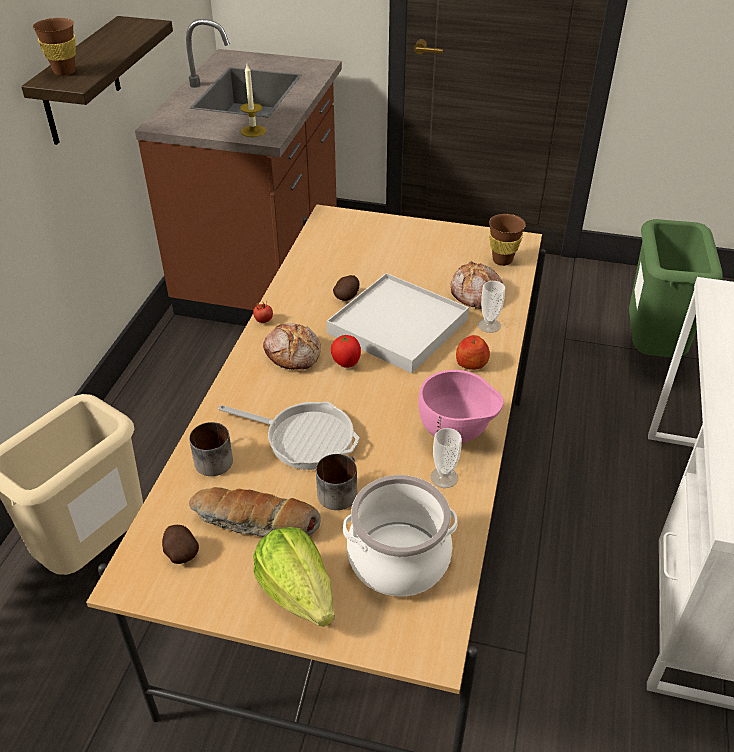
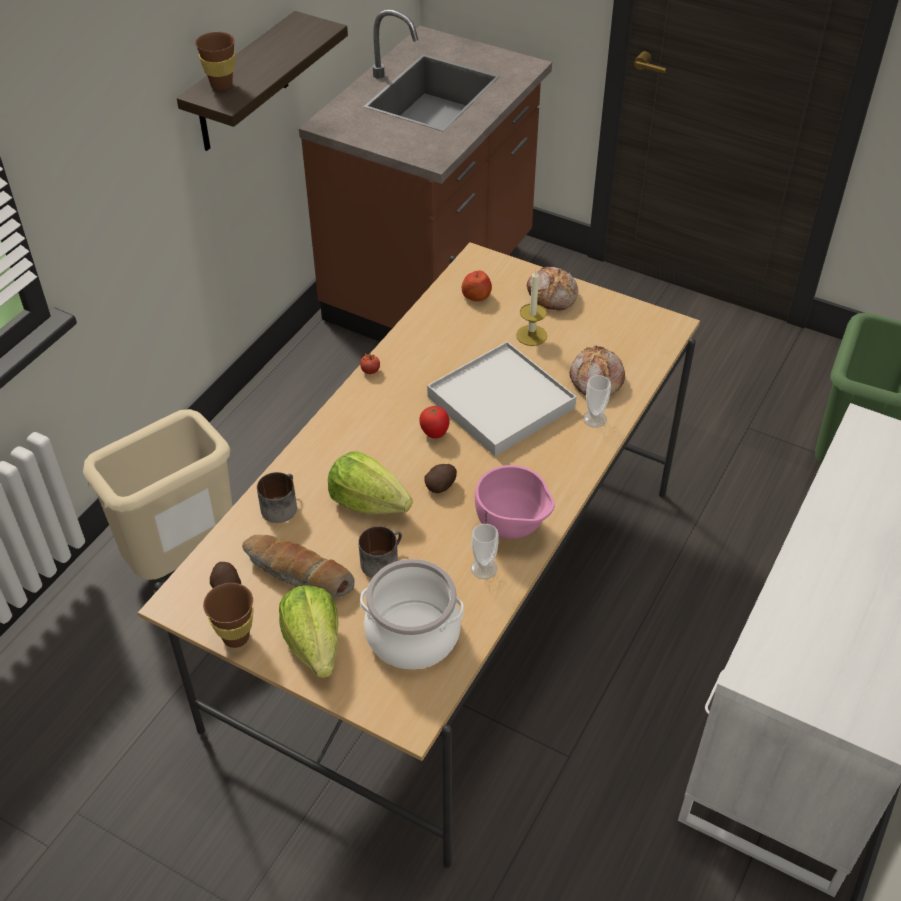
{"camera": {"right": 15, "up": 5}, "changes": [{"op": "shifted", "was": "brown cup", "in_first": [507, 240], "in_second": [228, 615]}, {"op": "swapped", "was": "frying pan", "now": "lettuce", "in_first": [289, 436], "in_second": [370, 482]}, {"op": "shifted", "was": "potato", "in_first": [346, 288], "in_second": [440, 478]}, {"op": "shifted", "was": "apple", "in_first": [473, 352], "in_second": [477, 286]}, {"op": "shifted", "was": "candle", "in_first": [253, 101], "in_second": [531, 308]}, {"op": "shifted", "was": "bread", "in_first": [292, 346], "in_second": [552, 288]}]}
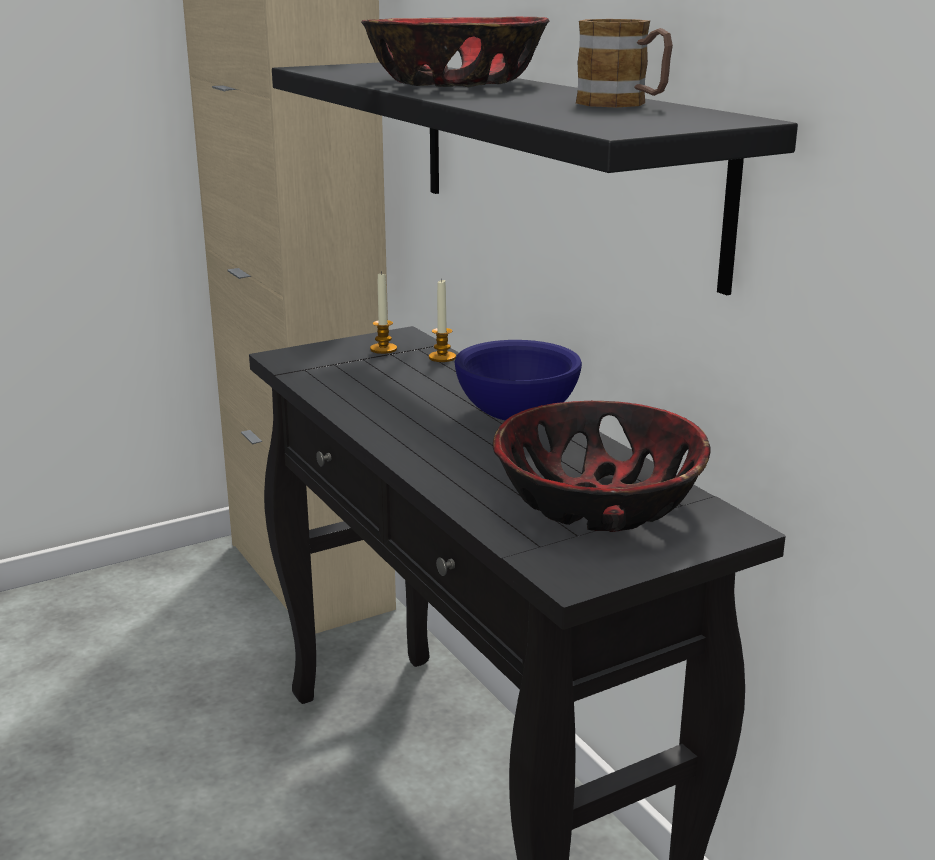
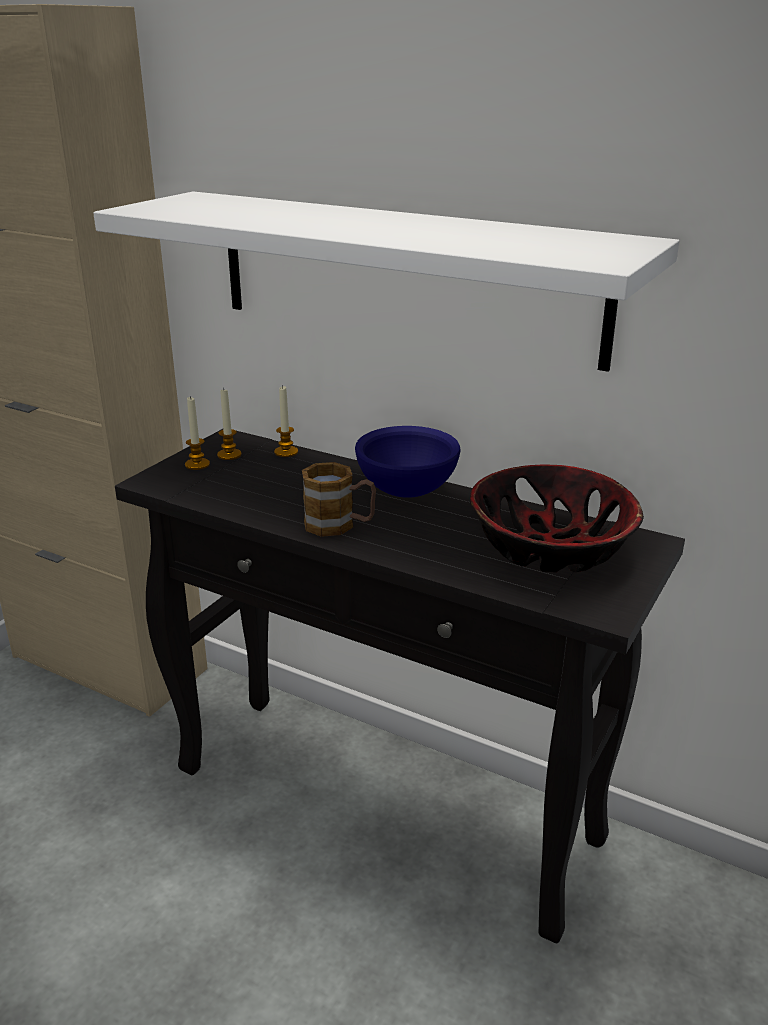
{"camera": {"right": -30, "up": 5}, "changes": [{"op": "repainted", "was": "black shelf", "now": "white shelf", "in_first": [535, 178], "in_second": [386, 281]}, {"op": "new", "now": "candle", "in_second": [197, 433]}, {"op": "shifted", "was": "mug", "in_first": [624, 63], "in_second": [339, 499]}, {"op": "gone", "was": "bowl", "in_first": [455, 52]}]}
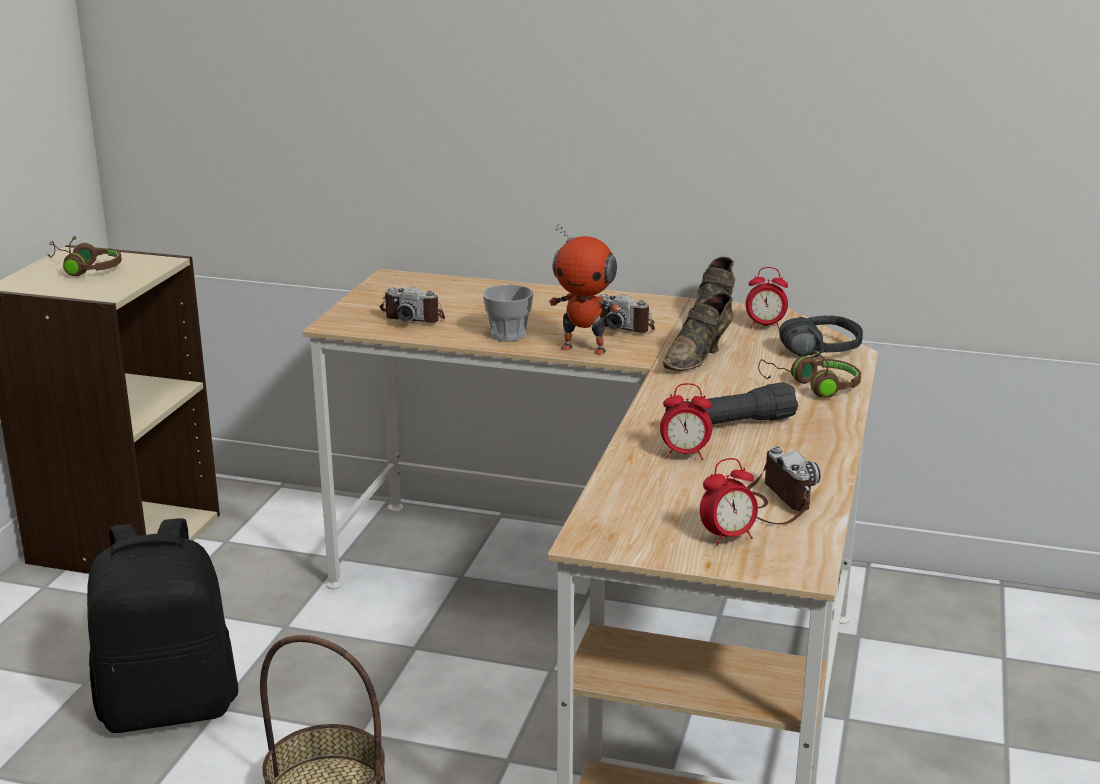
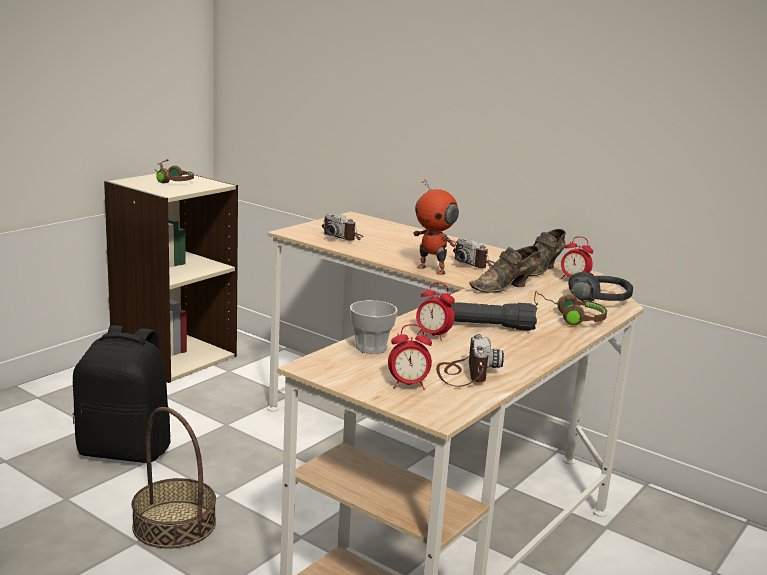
{"camera": {"right": 20, "up": -5}, "changes": [{"op": "shifted", "was": "cup", "in_first": [507, 312], "in_second": [374, 327]}]}
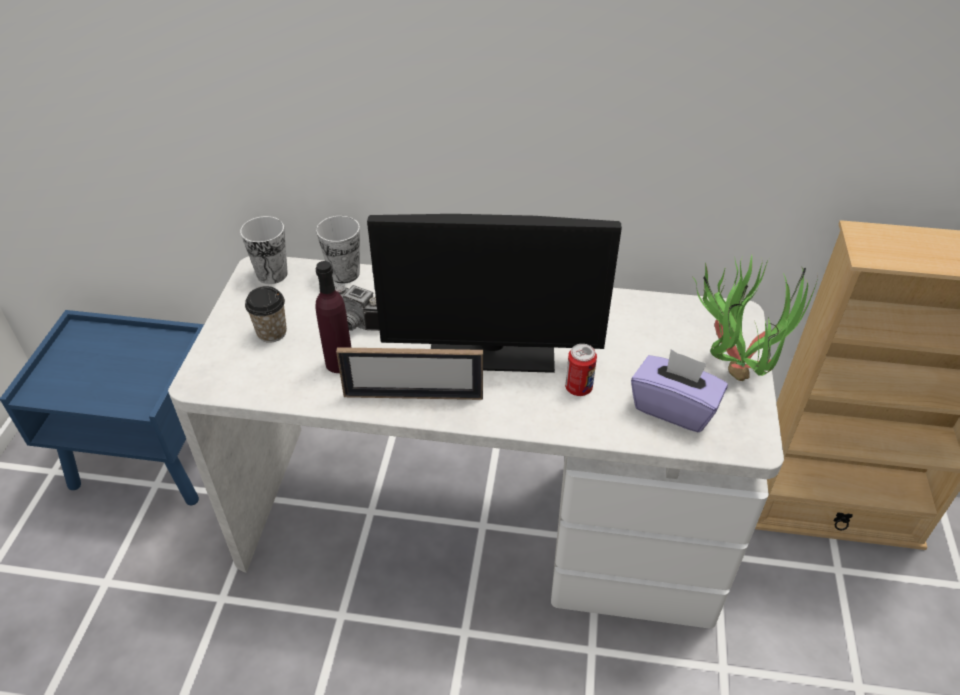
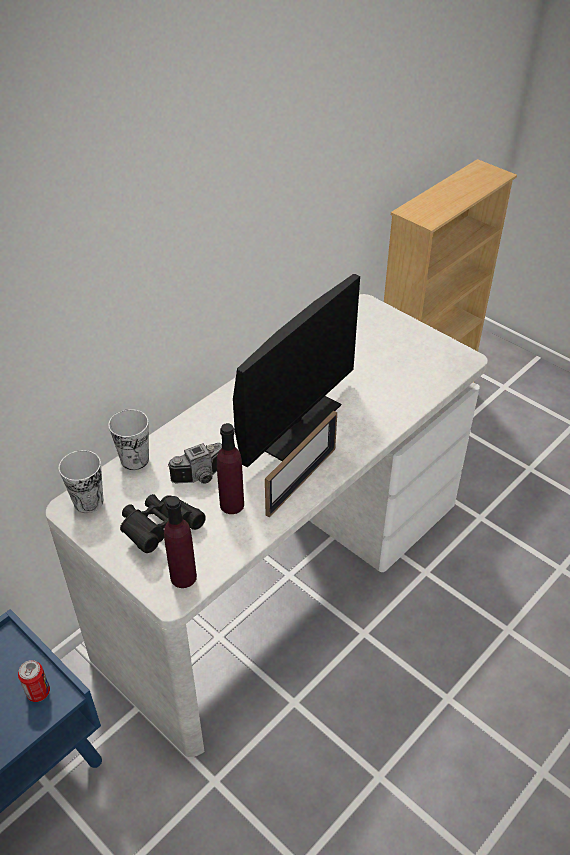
{"camera": {"right": -55, "up": 0}, "changes": [{"op": "shifted", "was": "can", "in_first": [581, 370], "in_second": [34, 681]}, {"op": "swapped", "was": "cup", "now": "black binoculars", "in_first": [266, 314], "in_second": [163, 523]}, {"op": "new", "now": "purple bottle", "in_second": [180, 542]}, {"op": "gone", "was": "purple tissue box", "in_first": [679, 390]}, {"op": "gone", "was": "potted plant", "in_first": [755, 318]}]}
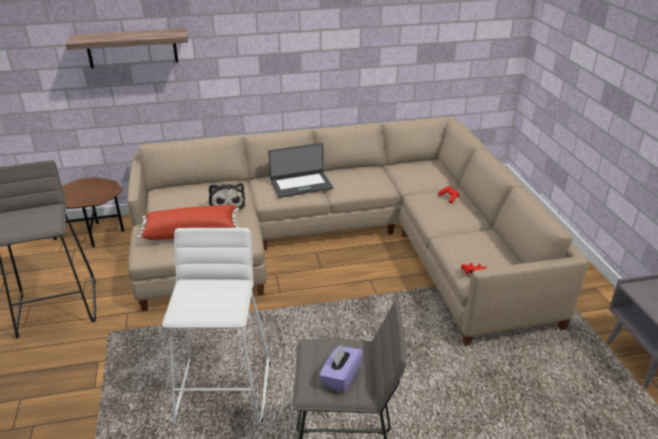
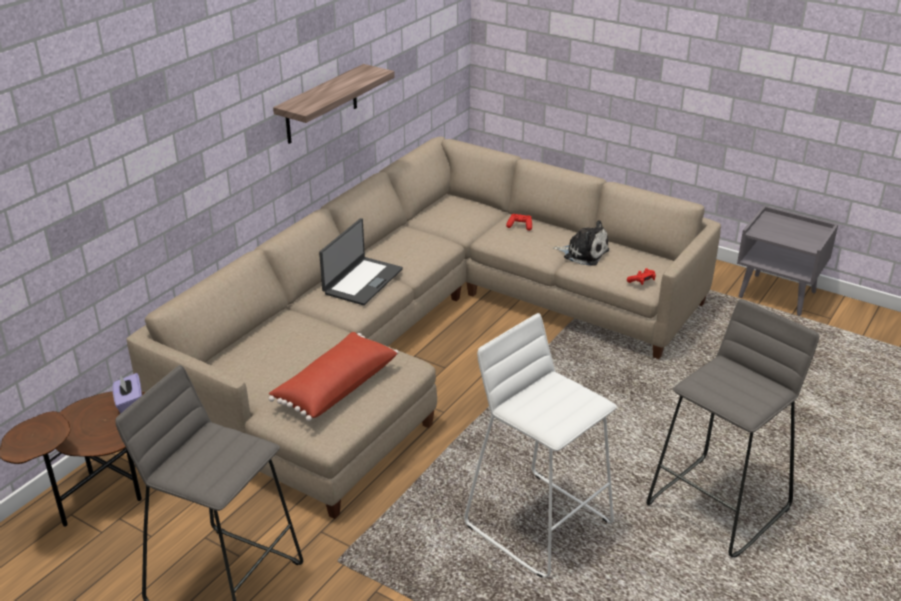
{"camera": {"right": -45, "up": 0}, "changes": [{"op": "shifted", "was": "purple tissue box", "in_first": [341, 369], "in_second": [127, 393]}, {"op": "shifted", "was": "shelf", "in_first": [127, 48], "in_second": [334, 104]}, {"op": "shifted", "was": "plush toy", "in_first": [227, 196], "in_second": [581, 243]}]}
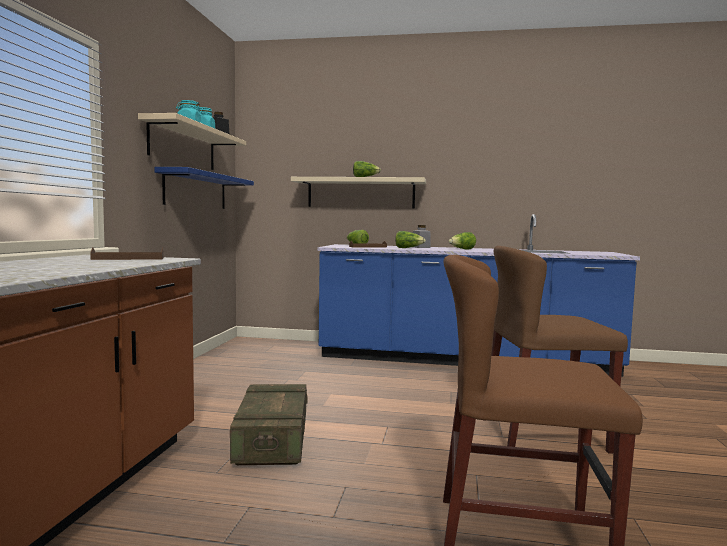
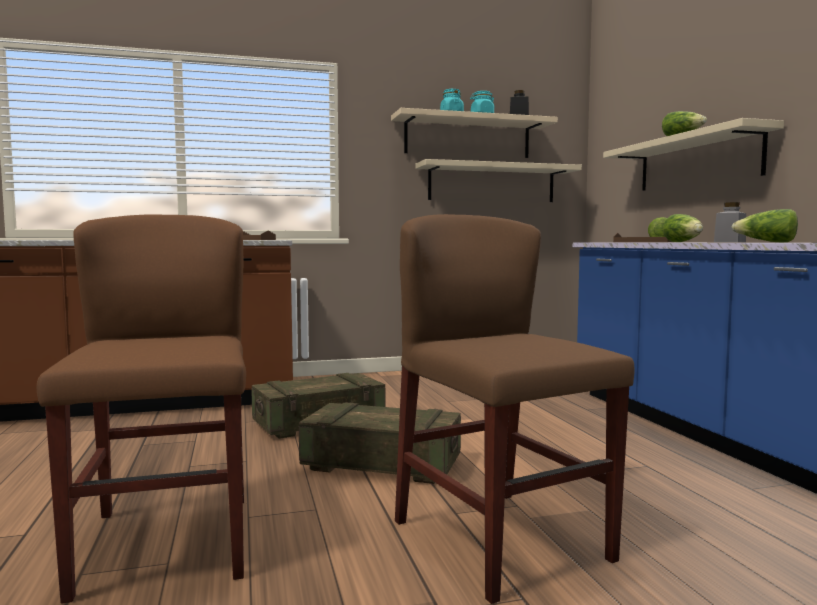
{"camera": {"right": 65, "up": 0}, "changes": [{"op": "new", "now": "crate", "in_second": [380, 443]}, {"op": "repainted", "was": "blue shelf", "now": "beige shelf", "in_first": [204, 188], "in_second": [498, 180]}]}
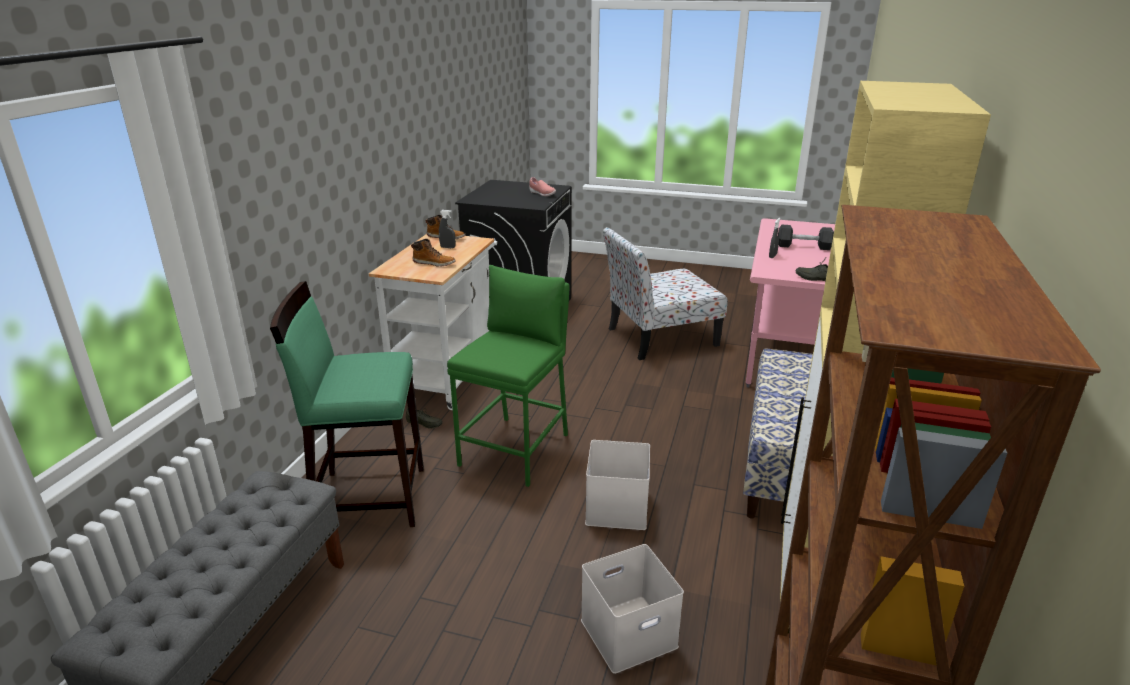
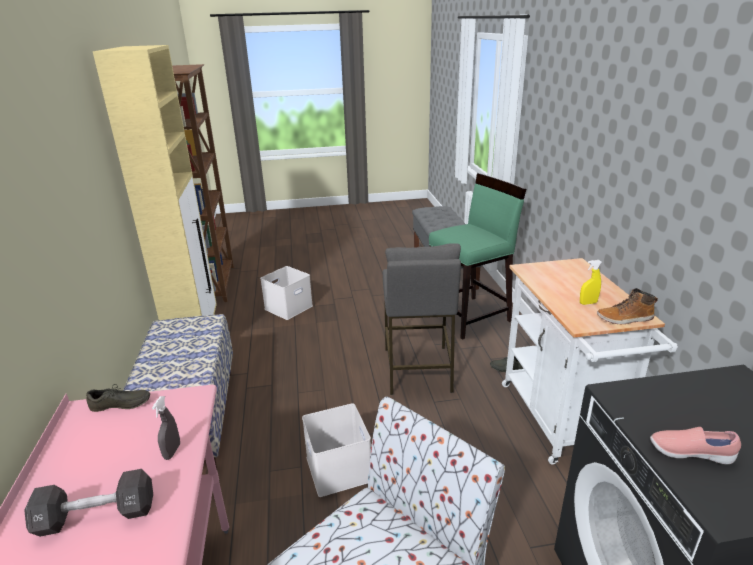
{"camera": {"right": 155, "up": 0}, "changes": [{"op": "shifted", "was": "white storage box", "in_first": [617, 485], "in_second": [336, 450]}, {"op": "repainted", "was": "green stool", "now": "grey stool", "in_first": [508, 376], "in_second": [421, 319]}, {"op": "repainted", "was": "grey spray bottle", "now": "yellow spray bottle", "in_first": [447, 229], "in_second": [591, 282]}, {"op": "gone", "was": "boot", "in_first": [433, 253]}]}
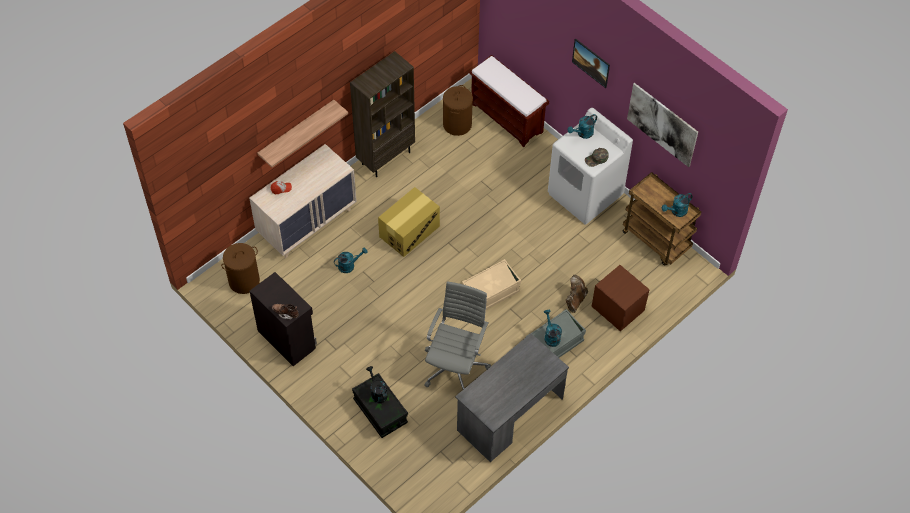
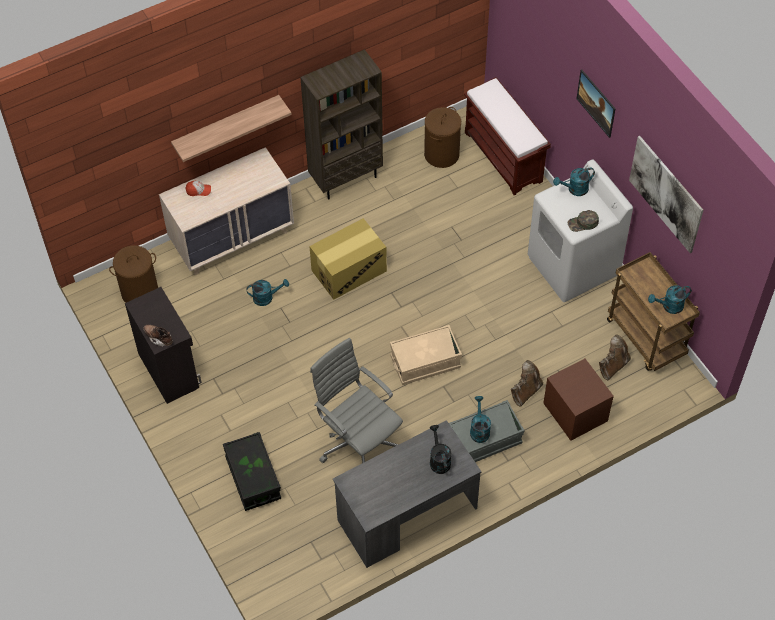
{"camera": {"right": 15, "up": 0}, "changes": [{"op": "rotated", "was": "grey office chair", "in_first": [457, 335], "in_second": [356, 400], "clockwise": -75}, {"op": "shifted", "was": "black watering can", "in_first": [377, 384], "in_second": [440, 449]}, {"op": "new", "now": "brown boot", "in_second": [615, 357]}]}
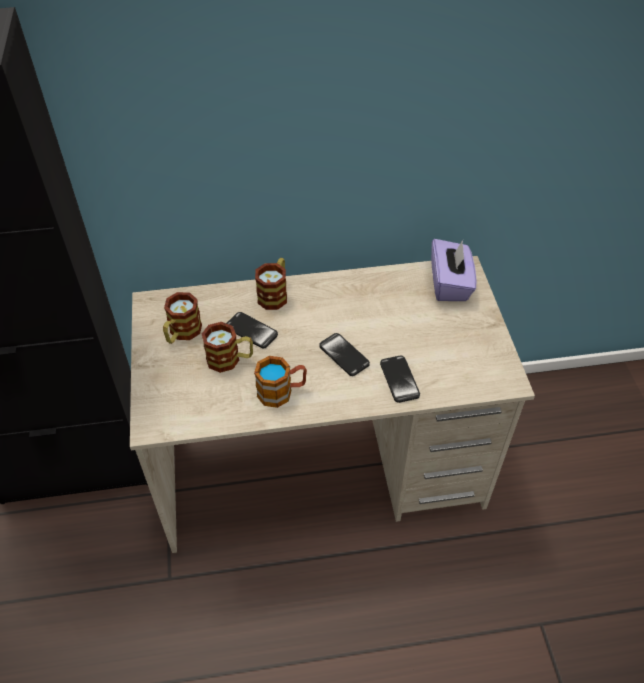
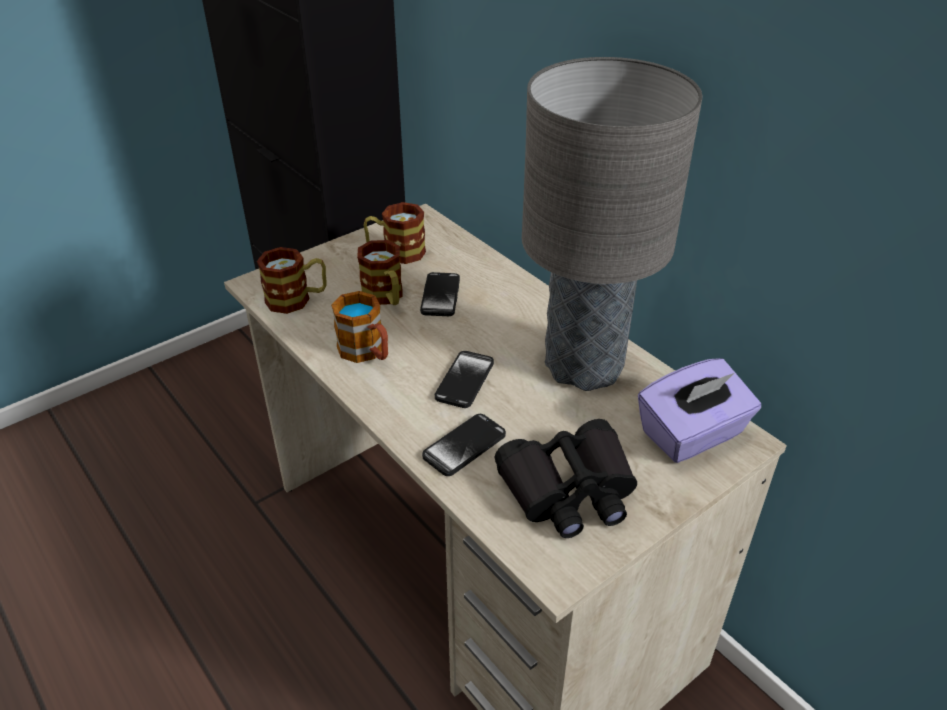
{"camera": {"right": 60, "up": -10}, "changes": [{"op": "shifted", "was": "mug", "in_first": [271, 284], "in_second": [292, 280]}, {"op": "new", "now": "black binoculars", "in_second": [566, 478]}, {"op": "new", "now": "grey table lamp", "in_second": [612, 224]}]}
